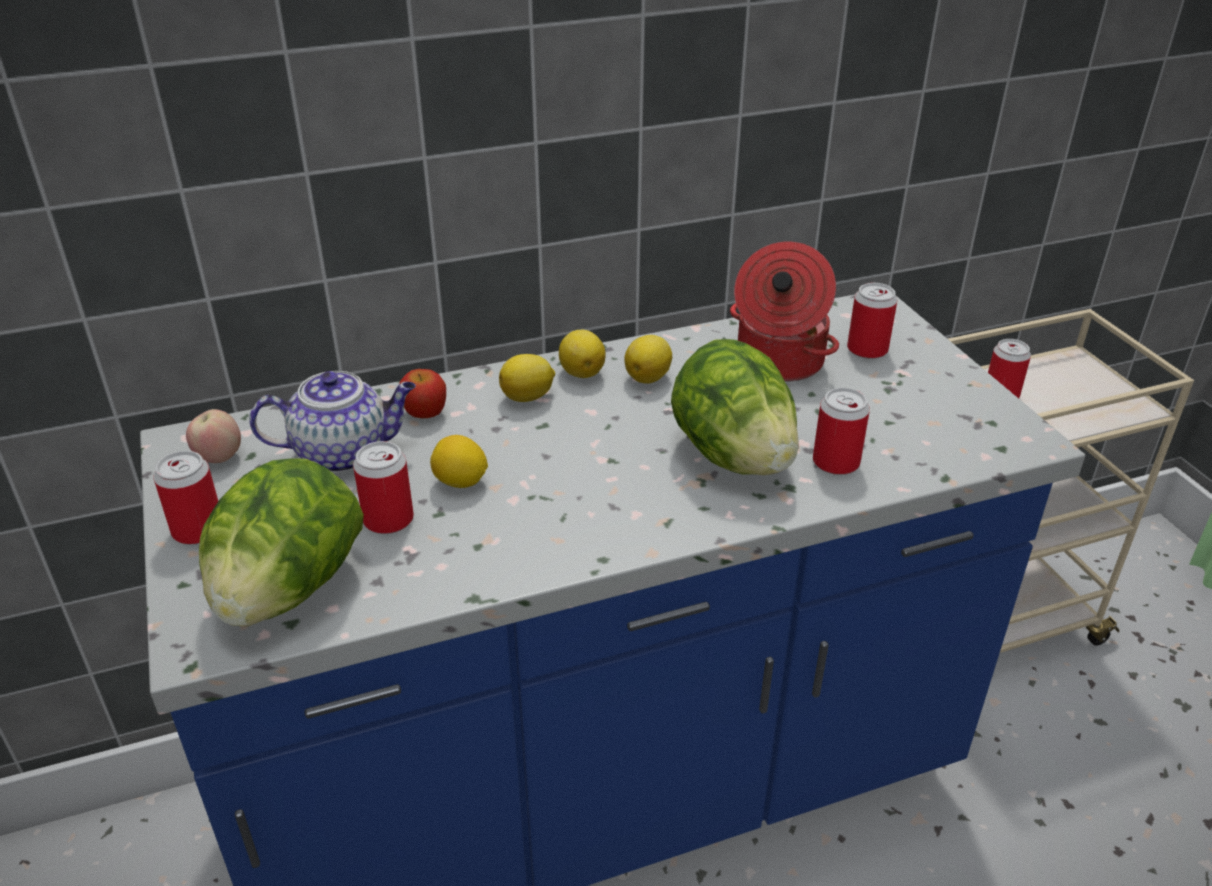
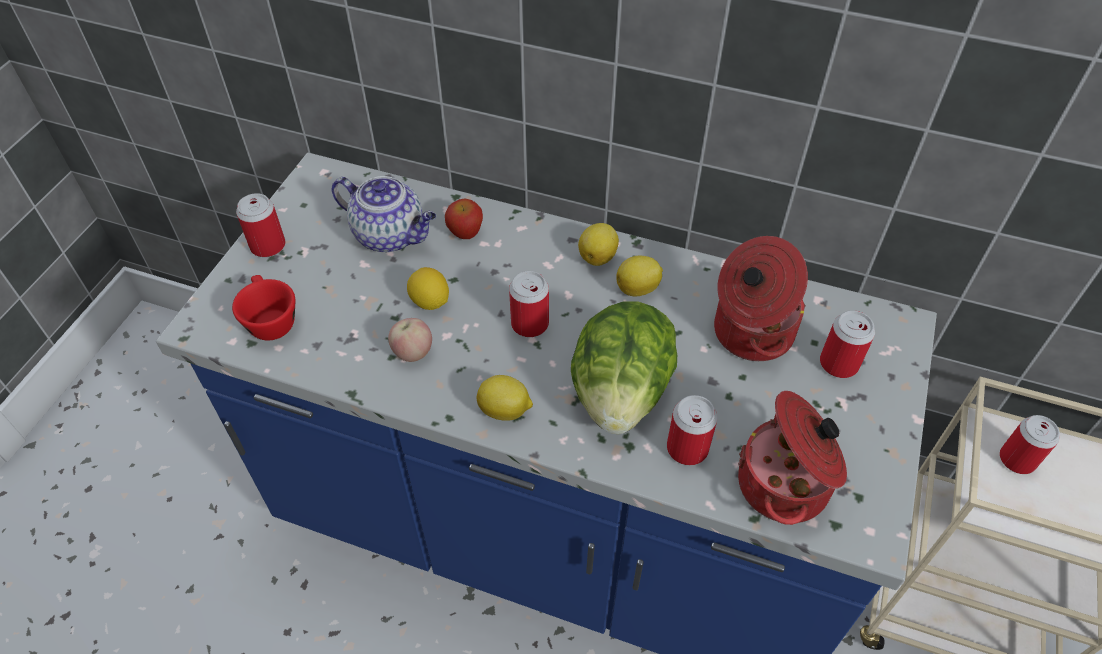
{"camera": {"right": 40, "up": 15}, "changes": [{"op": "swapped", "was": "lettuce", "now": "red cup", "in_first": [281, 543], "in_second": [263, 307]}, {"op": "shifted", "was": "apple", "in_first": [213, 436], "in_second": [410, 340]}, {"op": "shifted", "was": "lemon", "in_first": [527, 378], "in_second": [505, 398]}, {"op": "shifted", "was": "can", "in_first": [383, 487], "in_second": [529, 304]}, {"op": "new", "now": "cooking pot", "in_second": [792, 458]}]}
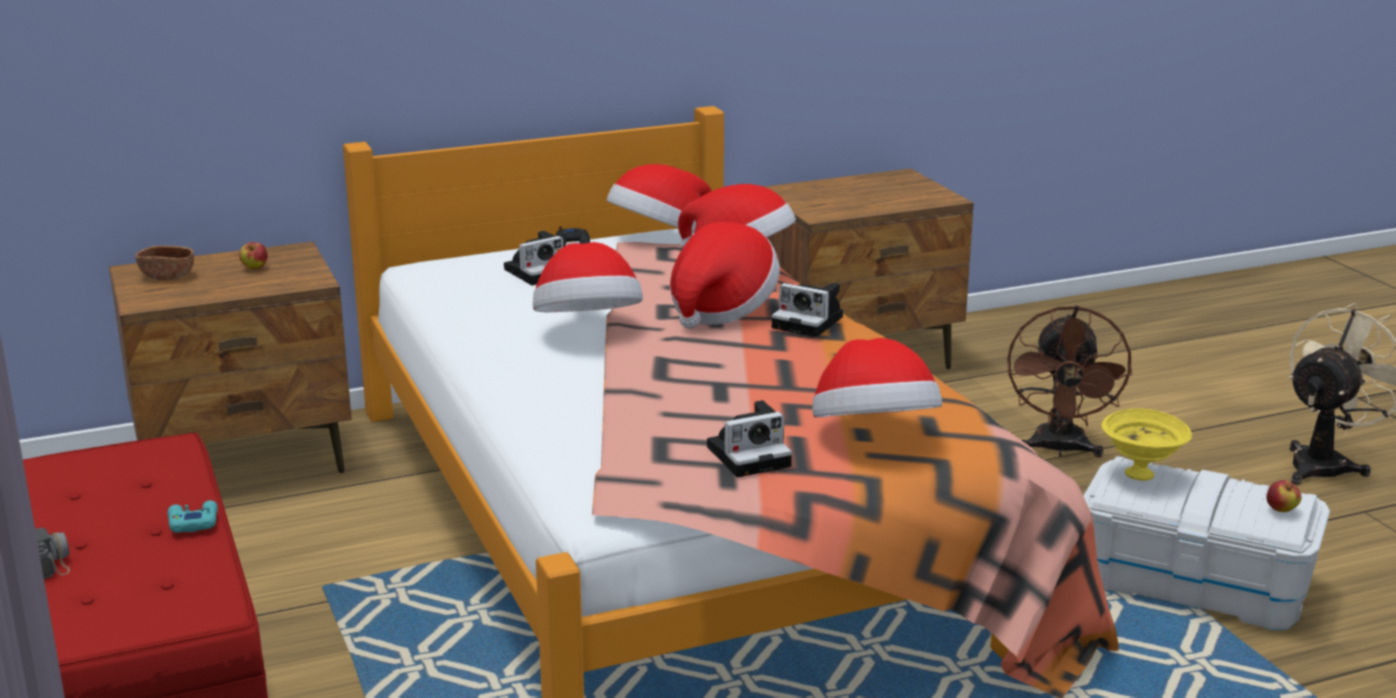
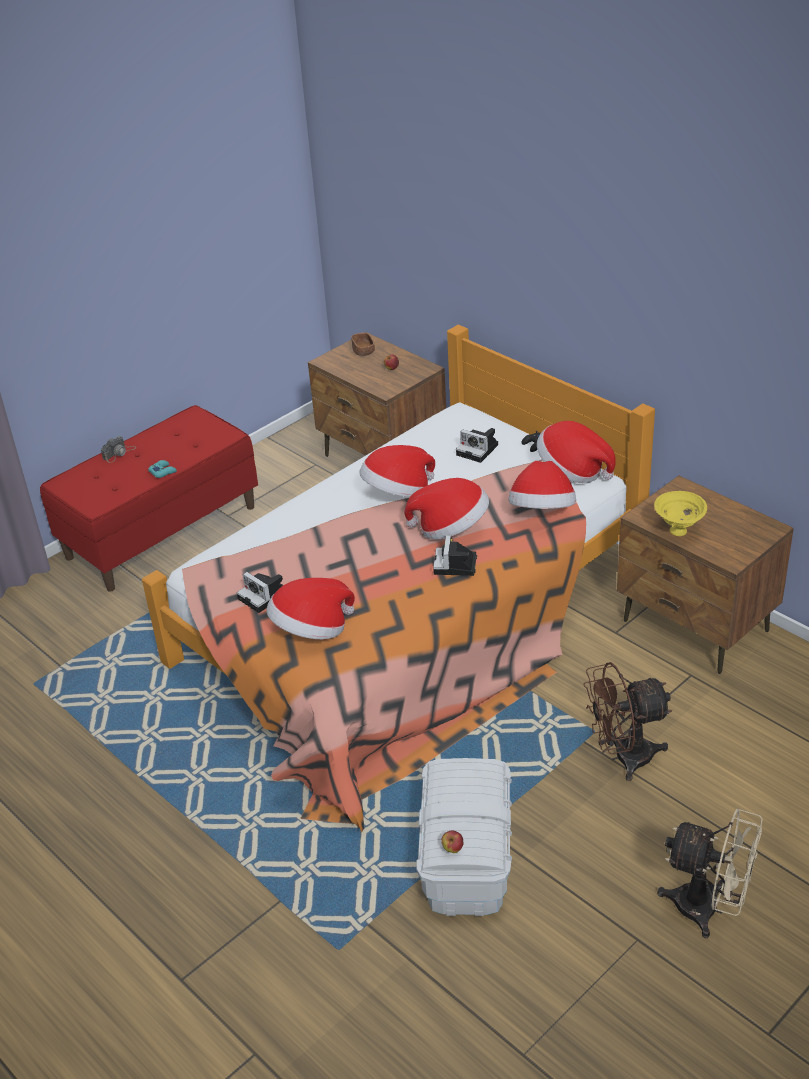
{"camera": {"right": 70, "up": 15}, "changes": [{"op": "shifted", "was": "yellow bowl", "in_first": [1147, 444], "in_second": [680, 513]}]}
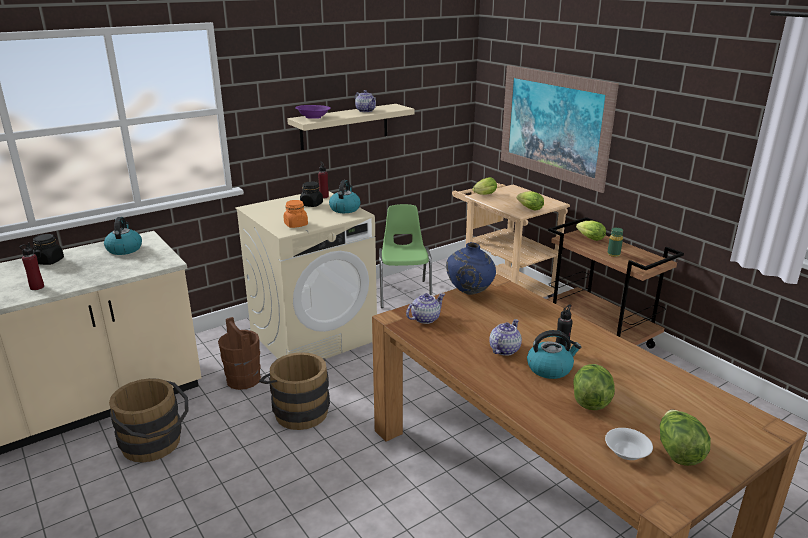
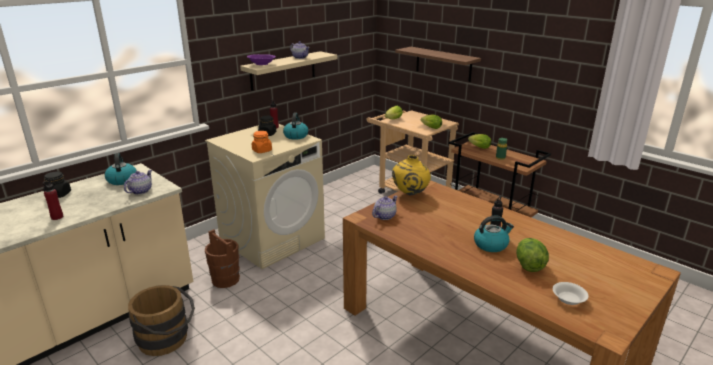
{"camera": {"right": -10, "up": 0}, "changes": [{"op": "shifted", "was": "teapot", "in_first": [505, 337], "in_second": [138, 182]}, {"op": "repainted", "was": "blue vase", "now": "yellow vase", "in_first": [471, 268], "in_second": [411, 175]}, {"op": "swapped", "was": "picture", "now": "shelf", "in_first": [560, 129], "in_second": [438, 64]}, {"op": "gone", "was": "brown bucket", "in_first": [294, 391]}, {"op": "gone", "was": "green chair", "in_first": [405, 256]}, {"op": "gone", "was": "lettuce", "in_first": [685, 438]}]}
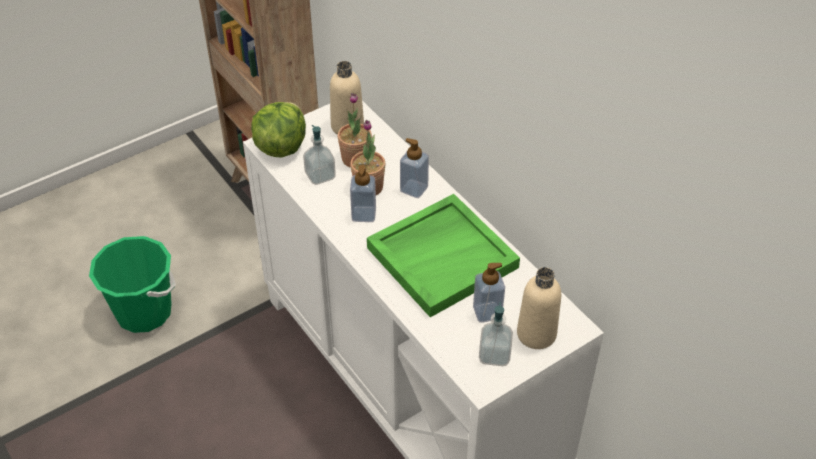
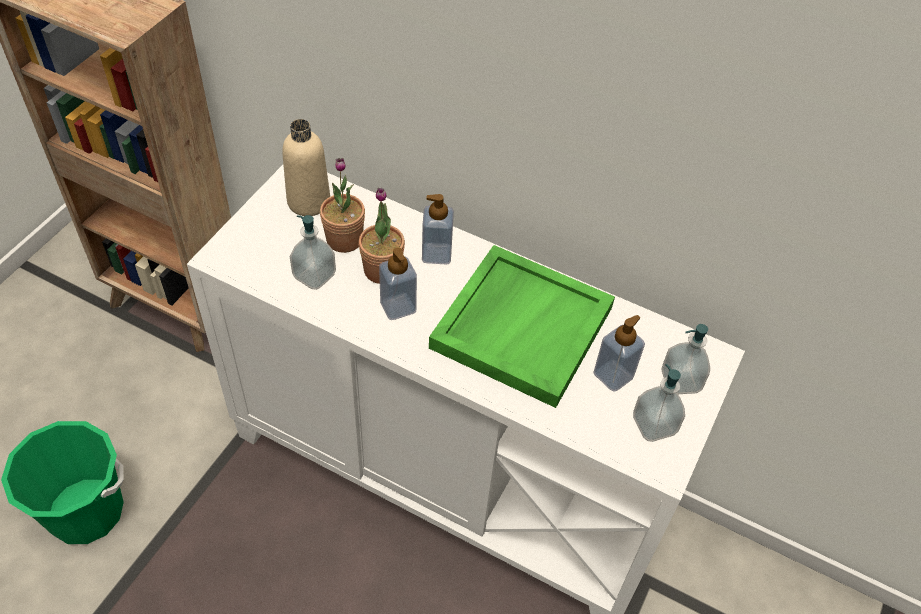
{"camera": {"right": -30, "up": 5}, "changes": [{"op": "swapped", "was": "beige bottle", "now": "soap dispenser", "in_first": [539, 308], "in_second": [686, 359]}, {"op": "gone", "was": "lettuce", "in_first": [278, 129]}]}
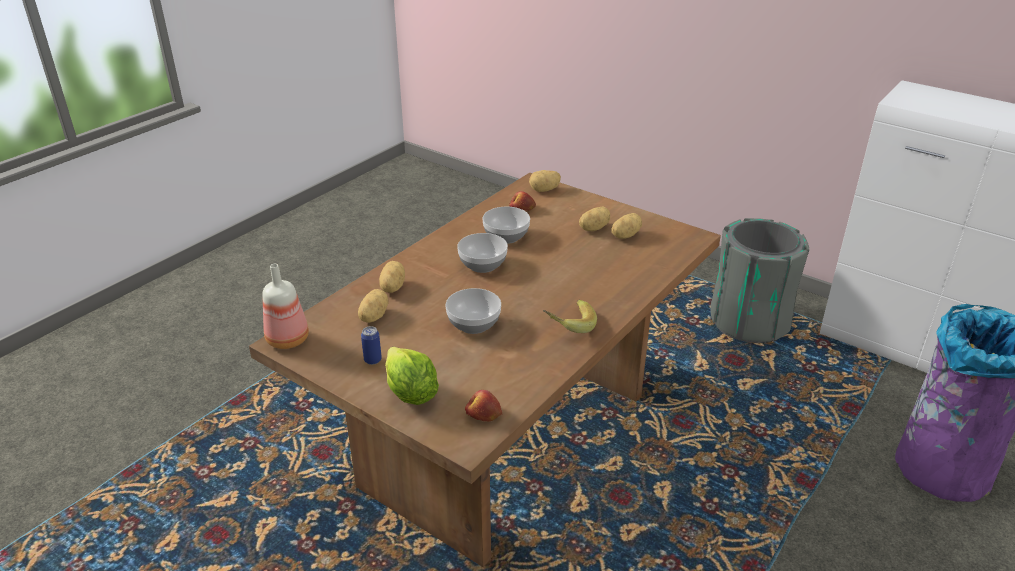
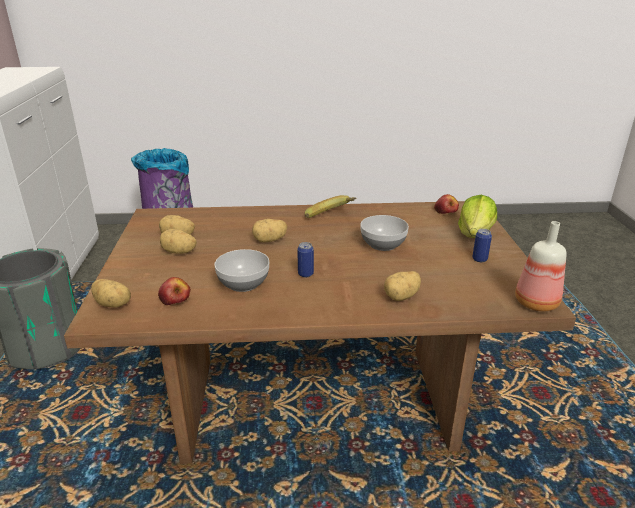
{"camera": {"right": -130, "up": -5}, "changes": [{"op": "shifted", "was": "potato", "in_first": [373, 306], "in_second": [269, 230]}, {"op": "swapped", "was": "bowl", "now": "can", "in_first": [482, 253], "in_second": [305, 259]}]}
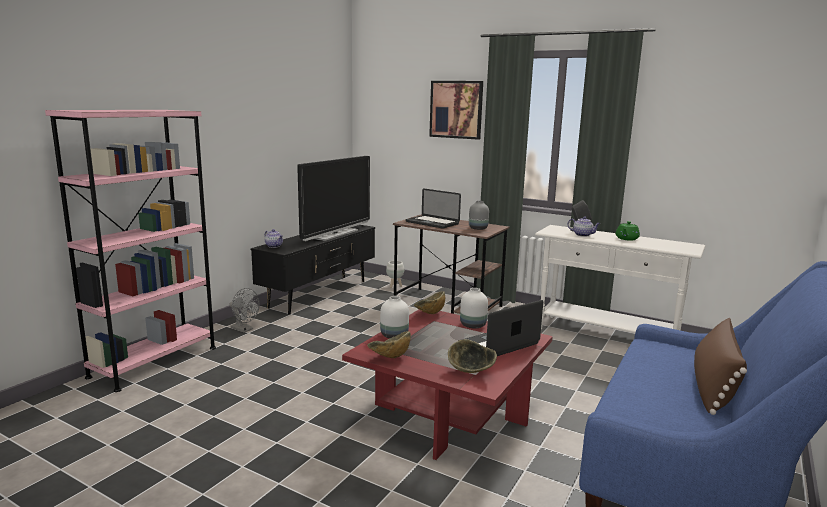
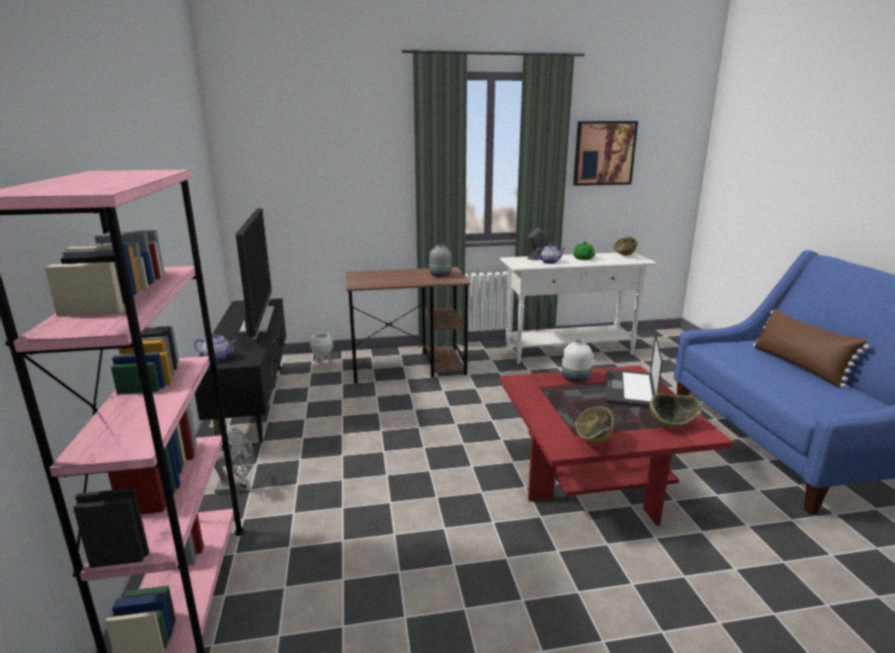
{"camera": {"right": -40, "up": 5}, "changes": [{"op": "shifted", "was": "picture", "in_first": [456, 110], "in_second": [605, 153]}, {"op": "shifted", "was": "bowl", "in_first": [429, 302], "in_second": [625, 246]}, {"op": "gone", "was": "white vase", "in_first": [394, 317]}, {"op": "gone", "was": "laptop", "in_first": [433, 209]}]}
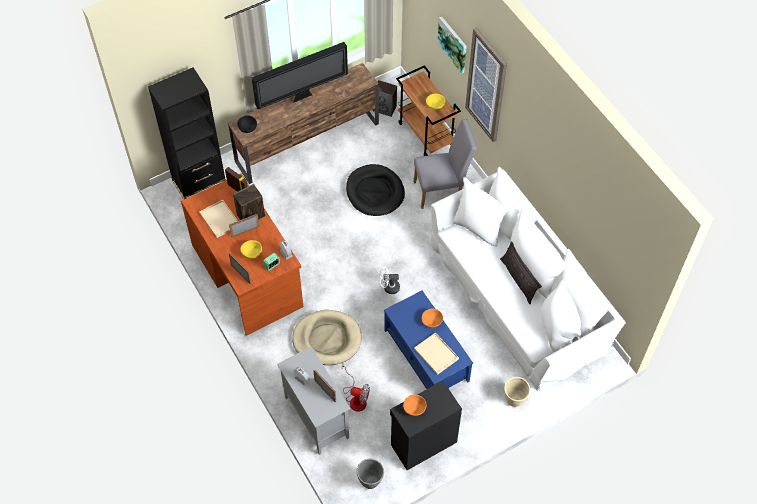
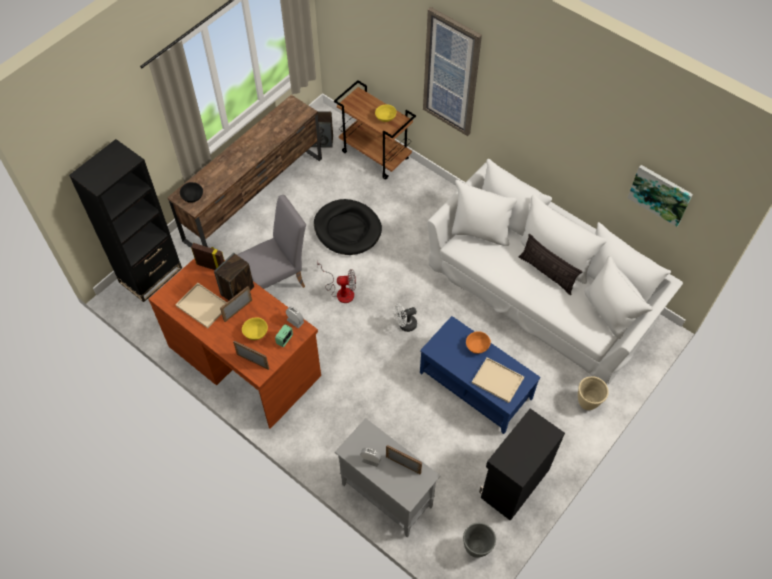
{"camera": {"right": -20, "up": 0}, "changes": [{"op": "shifted", "was": "grey chair", "in_first": [445, 164], "in_second": [271, 242]}, {"op": "shifted", "was": "fan", "in_first": [356, 388], "in_second": [336, 282]}, {"op": "shifted", "was": "picture", "in_first": [452, 45], "in_second": [660, 196]}, {"op": "gone", "was": "television", "in_first": [300, 75]}, {"op": "gone", "was": "beige dog bed", "in_first": [327, 337]}, {"op": "gone", "was": "orange bowl", "in_first": [415, 405]}]}
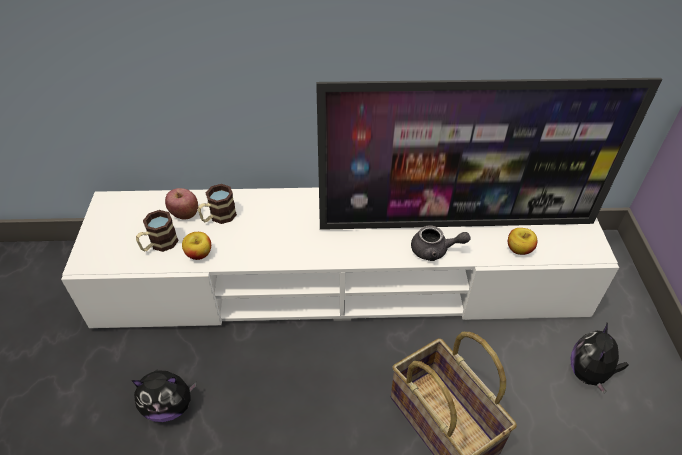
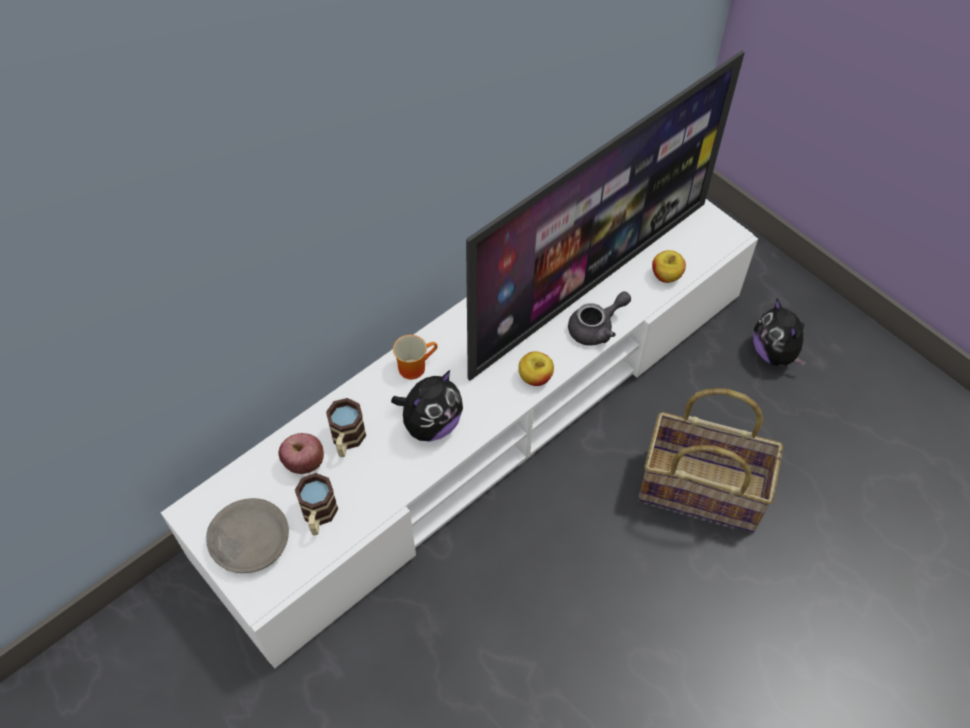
{"camera": {"right": -40, "up": 10}, "changes": [{"op": "new", "now": "grey bowl", "in_second": [247, 535]}, {"op": "shifted", "was": "plush toy", "in_first": [164, 395], "in_second": [427, 405]}, {"op": "new", "now": "mug", "in_second": [415, 357]}, {"op": "shifted", "was": "apple", "in_first": [196, 246], "in_second": [536, 368]}]}
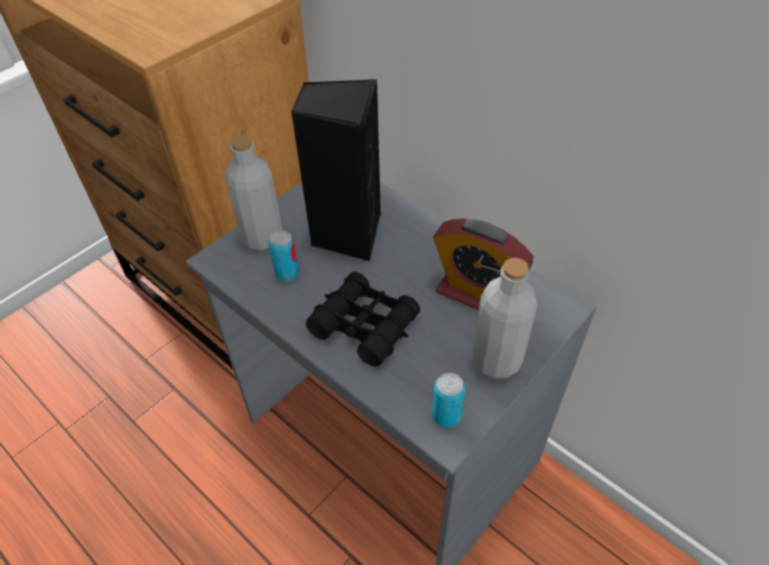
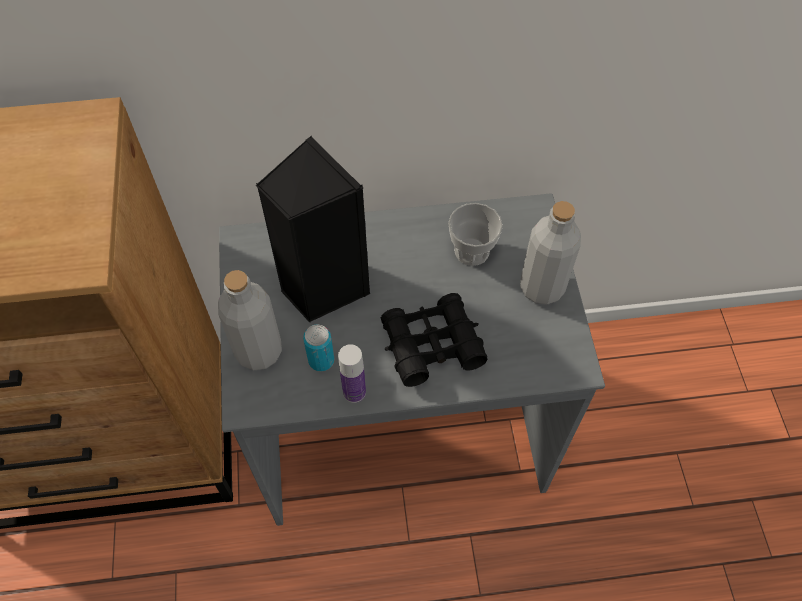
{"camera": {"right": -50, "up": 10}, "changes": [{"op": "new", "now": "bottle", "in_second": [352, 373]}, {"op": "swapped", "was": "alarm clock", "now": "cup", "in_first": [483, 264], "in_second": [475, 234]}, {"op": "gone", "was": "can", "in_first": [449, 400]}]}
